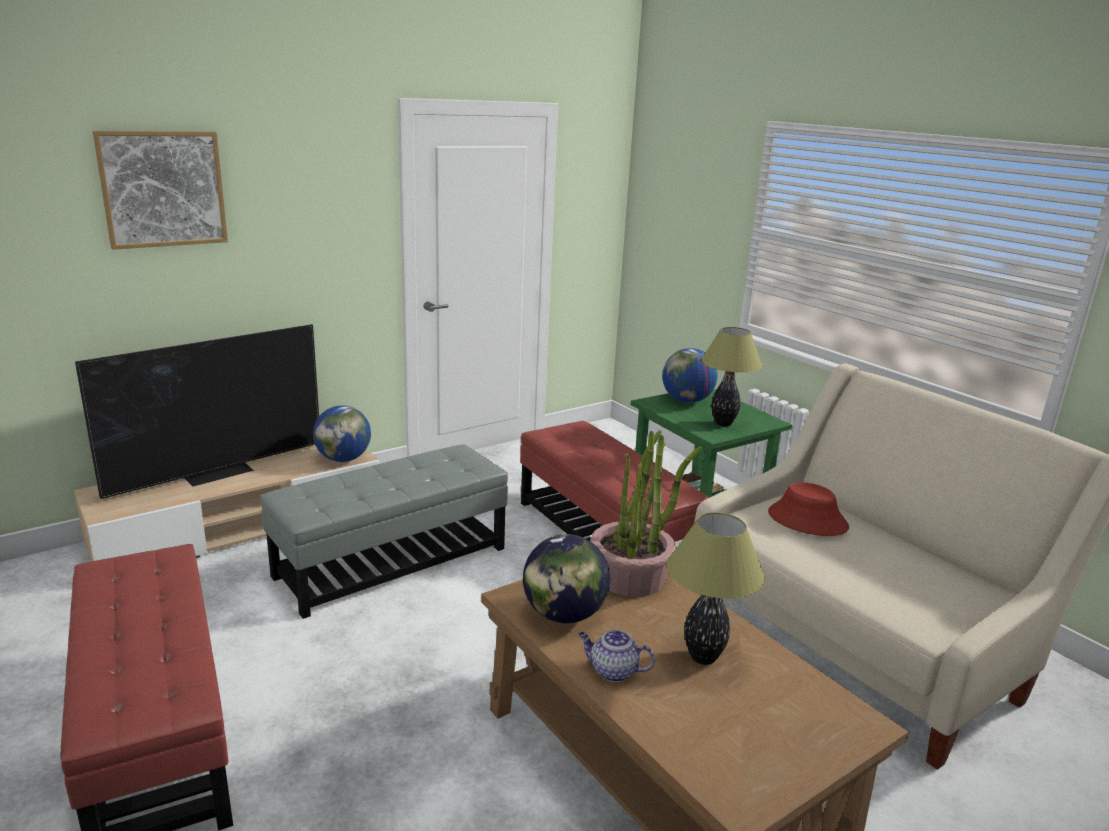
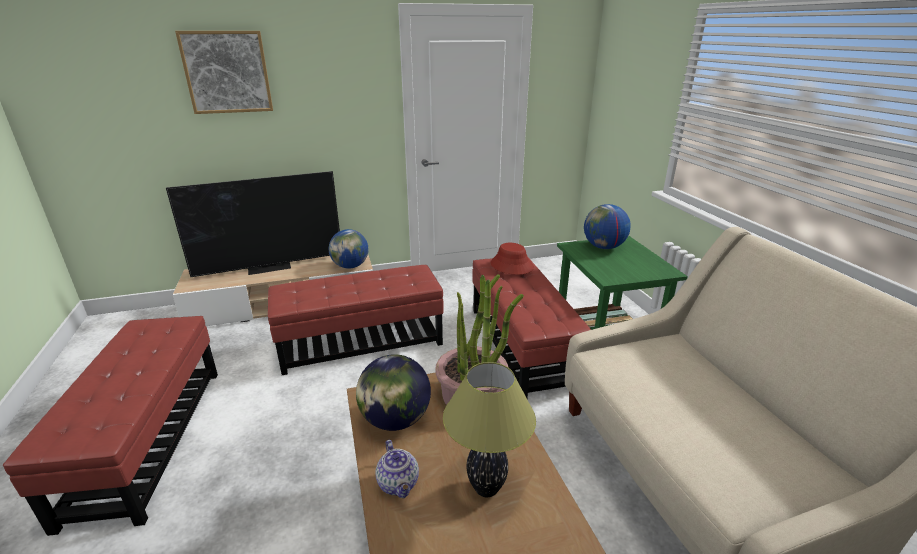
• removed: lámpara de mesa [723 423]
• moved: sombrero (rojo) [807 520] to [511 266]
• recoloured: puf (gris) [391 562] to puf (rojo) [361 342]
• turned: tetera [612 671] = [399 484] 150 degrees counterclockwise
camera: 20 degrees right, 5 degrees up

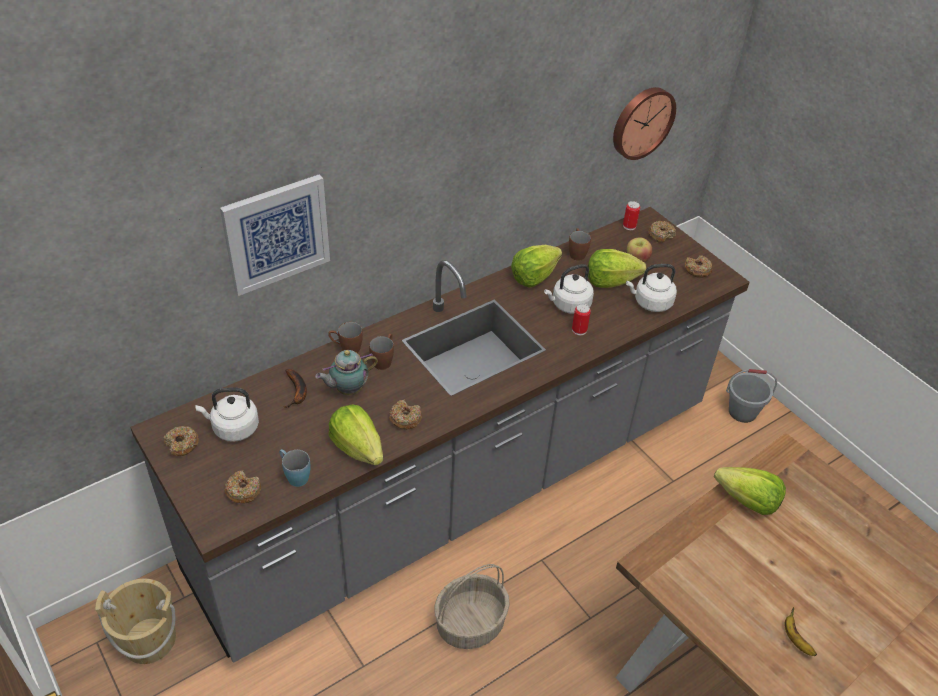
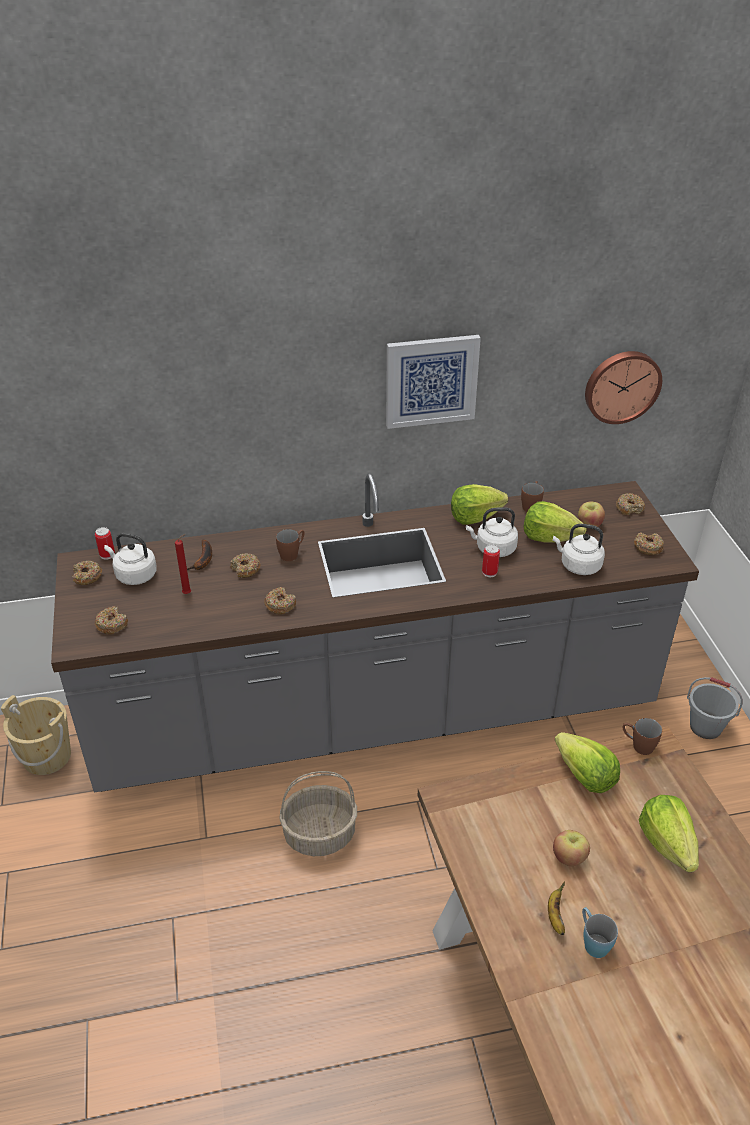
• added: vela (rojo) [188 593]
• added: manzana [569 857]
• moved: cuadro [276 233] to [431 380]
• moved: taza grande (azul) [294 475] to [592 941]
• moved: taza grande (marrón) [346 348] to [637 745]
• moved: lechuga [358 448] to [667 844]
• moved: lata [629 226] to [107 554]
• replaced: tetera [347 390] to rosquilla [245 569]
camera: 25 degrees right, 5 degrees down

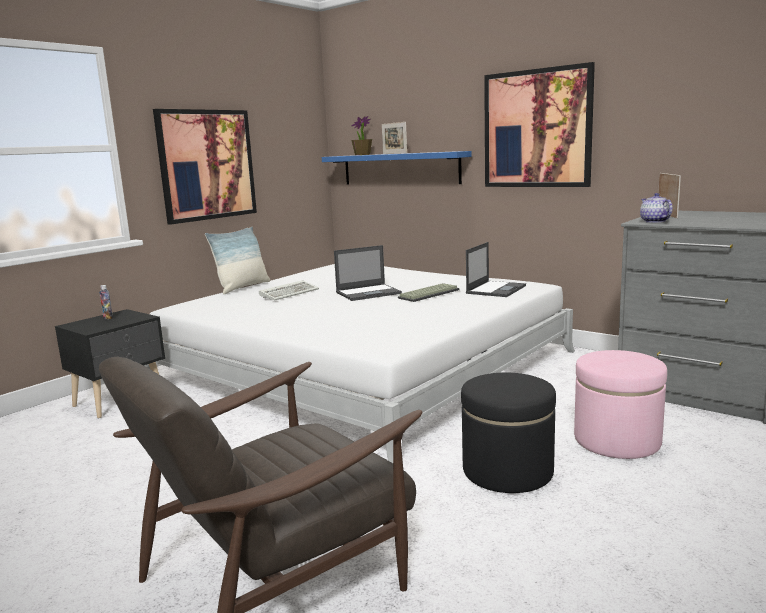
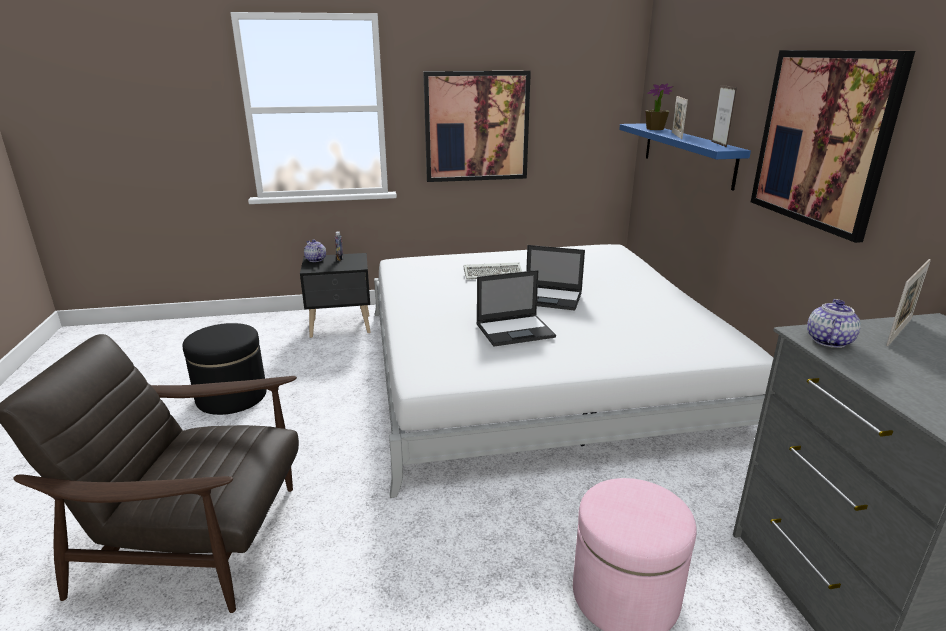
• removed: cojín [242 287]
• removed: teclado [428 293]
• added: tetera [315 259]
• added: portarretratos [718 144]
• moved: puf (negro) [507 471] to [231 397]
• moved: portátil [496 289] to [516 330]
camera: 40 degrees right, 10 degrees up

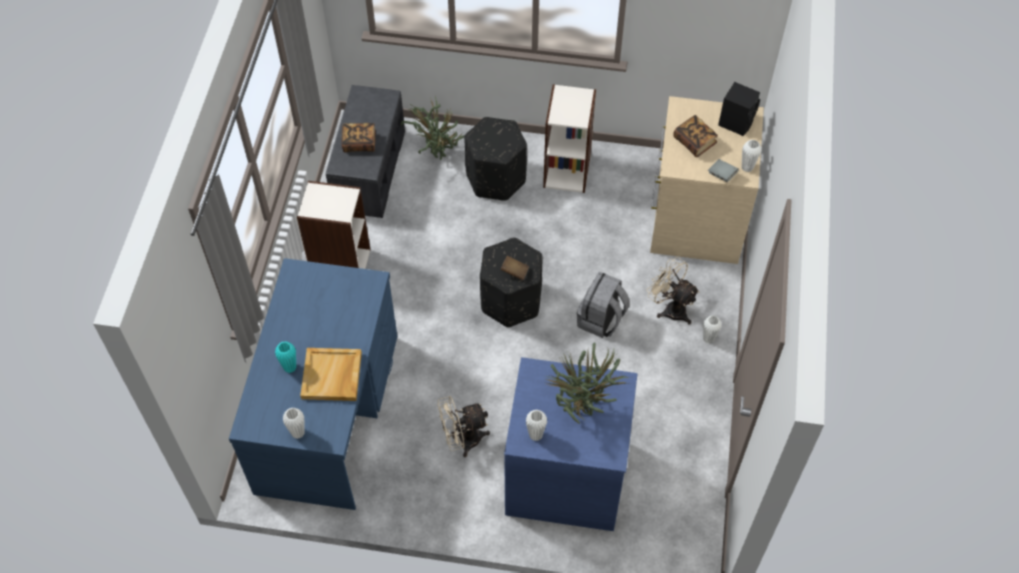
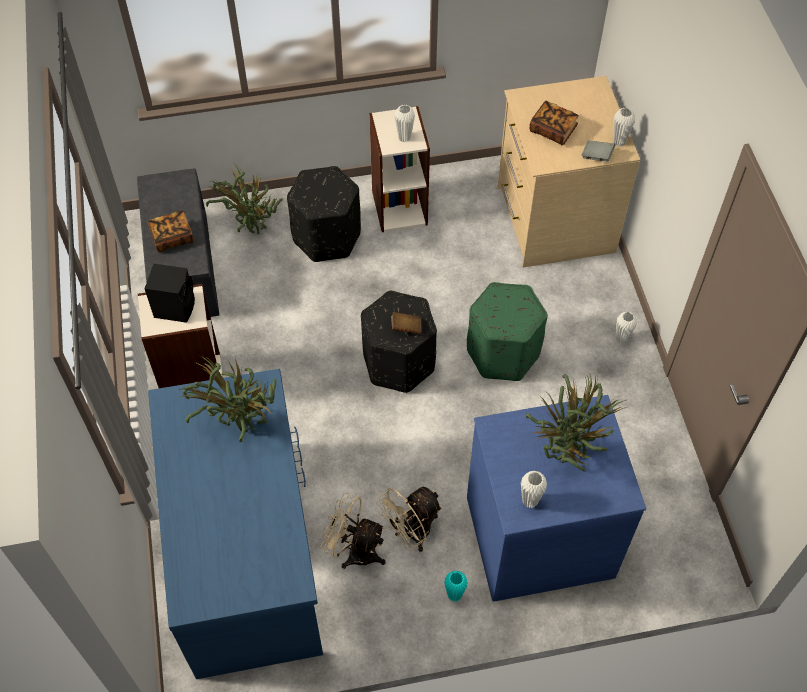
• removed: bandeja (beis) [332 376]
• added: planta en maceta [240 425]
• moved: florero (turquesa) [290 367] to [454 595]
• moved: florero (blanco) [298 433] to [404 138]
• moved: ventilador (beis) [670 308] to [355 551]
• moved: altavoz (negro) [736 122] to [175 306]
• replaced: mochila (gris) [601 320] to puf (verde) [503 353]
camera: 20 degrees left, 0 degrees up

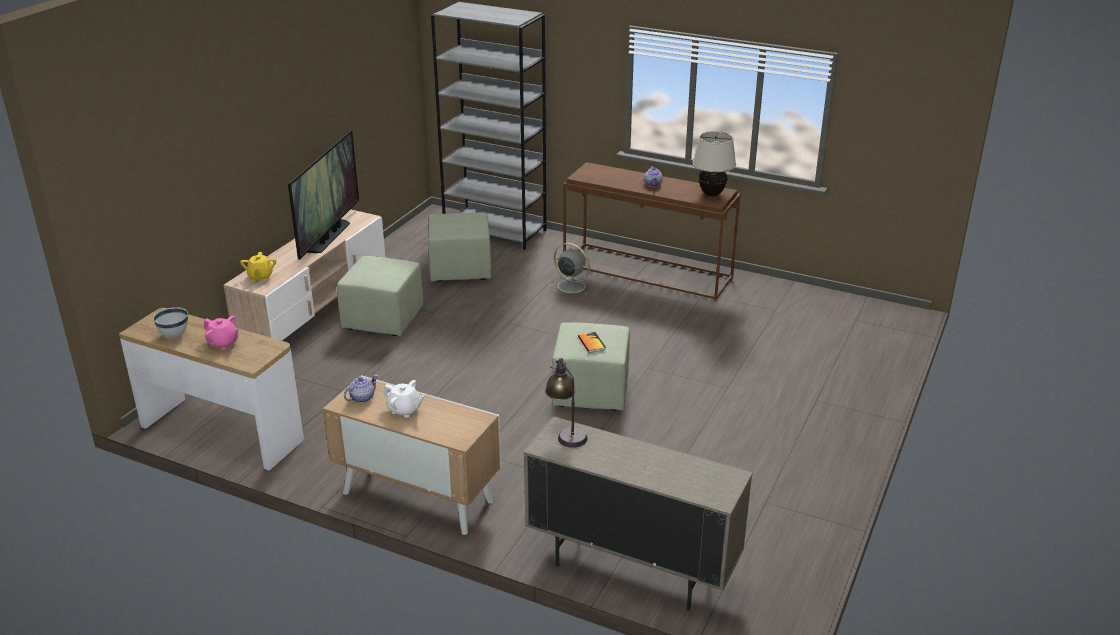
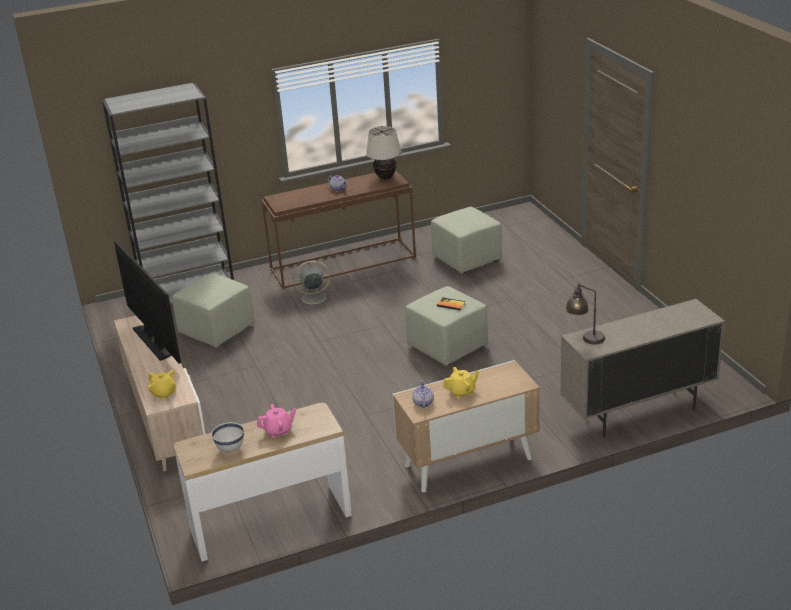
• moved: puf (verde) [383 319] to [466 259]
• recoloured: tetera (blanco) [404 410] to tetera (amarillo) [461 392]
camera: 45 degrees left, 0 degrees up

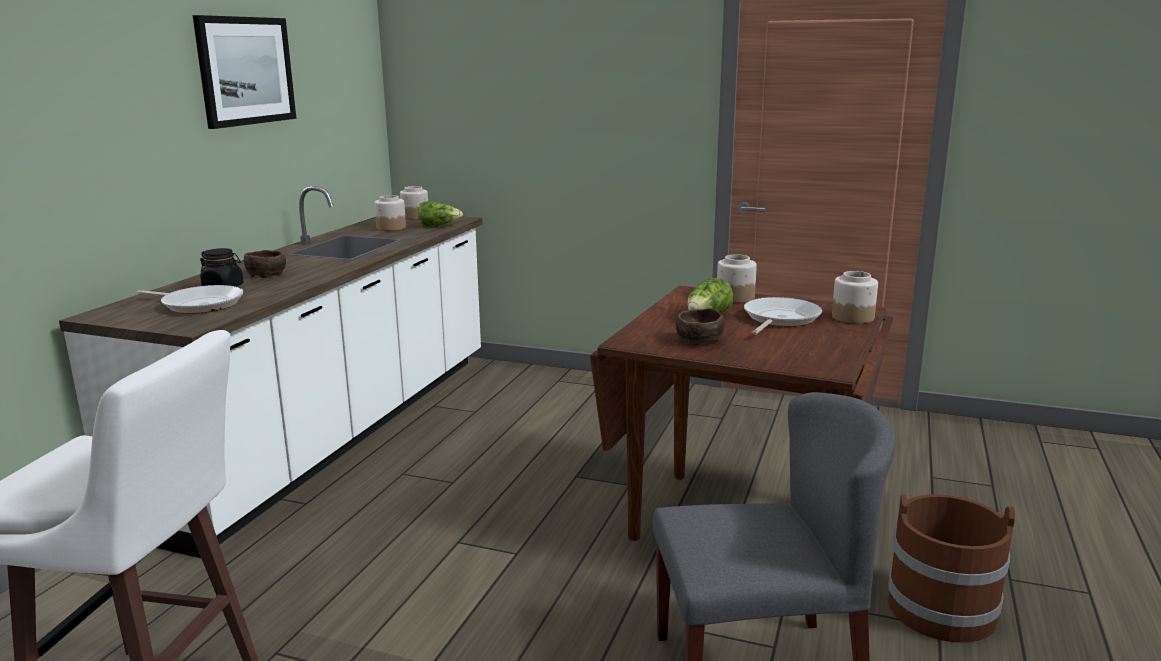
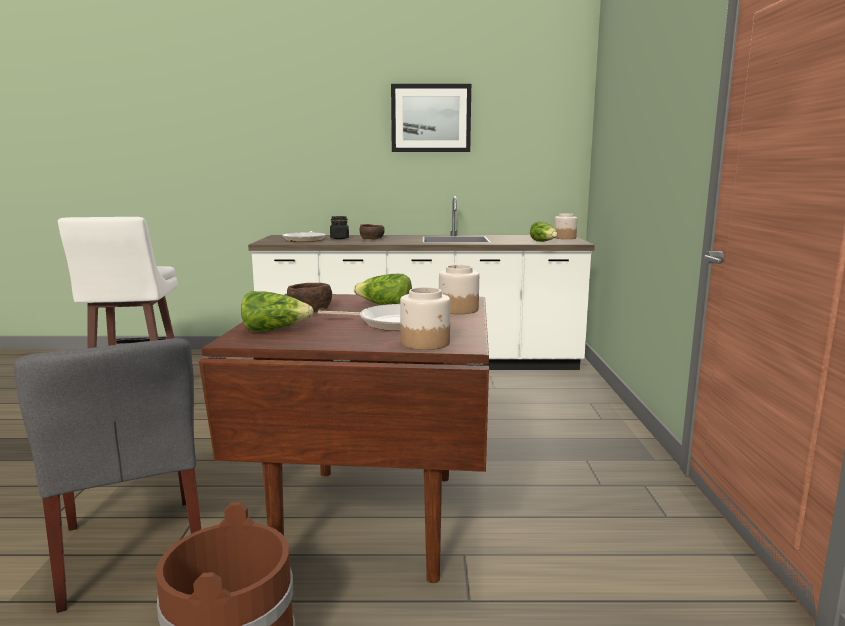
• removed: tarro [391 228]
• added: lechuga [274 330]
camera: 70 degrees right, 5 degrees down

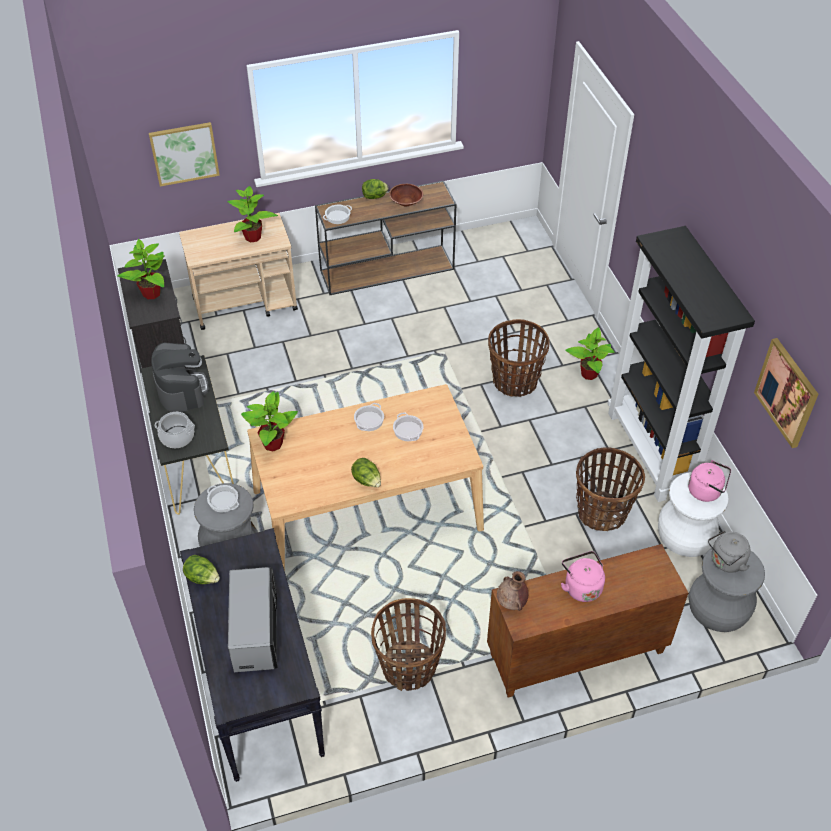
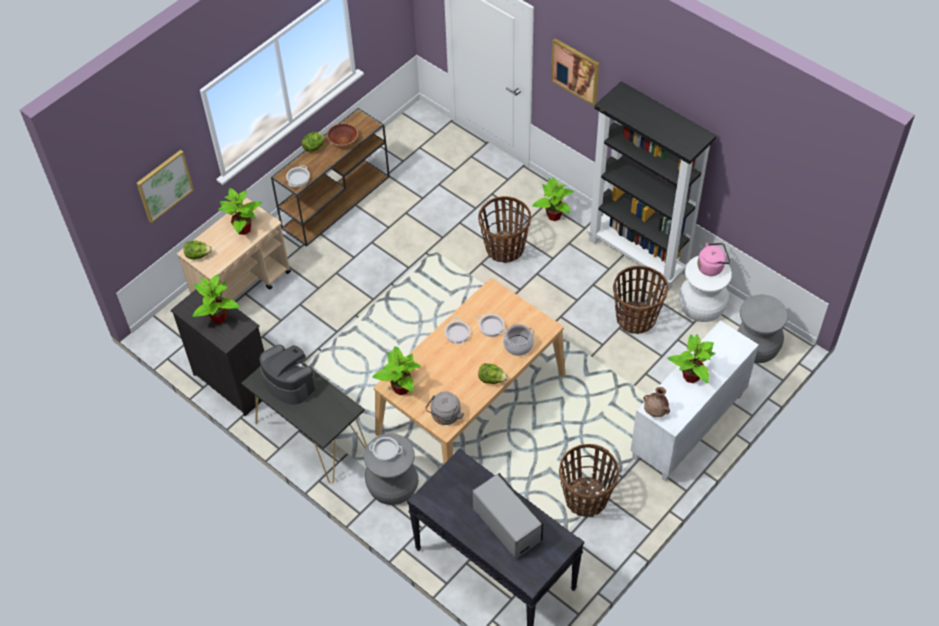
• moved: olla [177 437] to [518 345]
• moved: lechuga [202 578] to [198 255]
• moved: hervidor (gris) [725 562] to [445 416]
• moved: cuadro [787 392] to [575 71]
• replaced: hervidor (rosa) [581 586] to planta en maceta [691 376]
• recoloured: armario (marrón) [576 654] to armario (blanco) [688 427]
camera: 30 degrees left, 5 degrees up

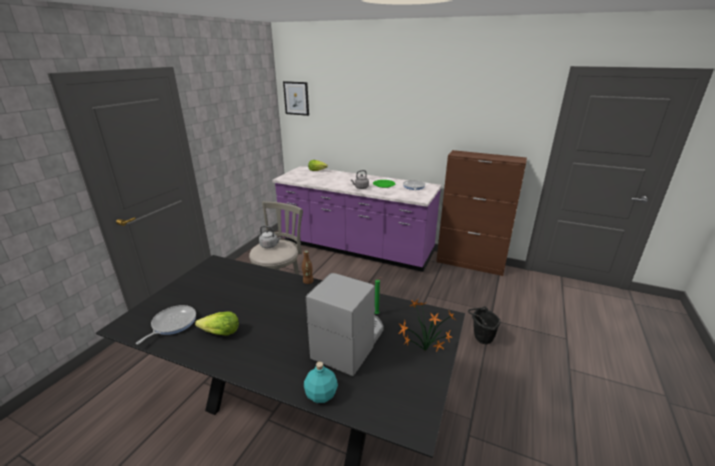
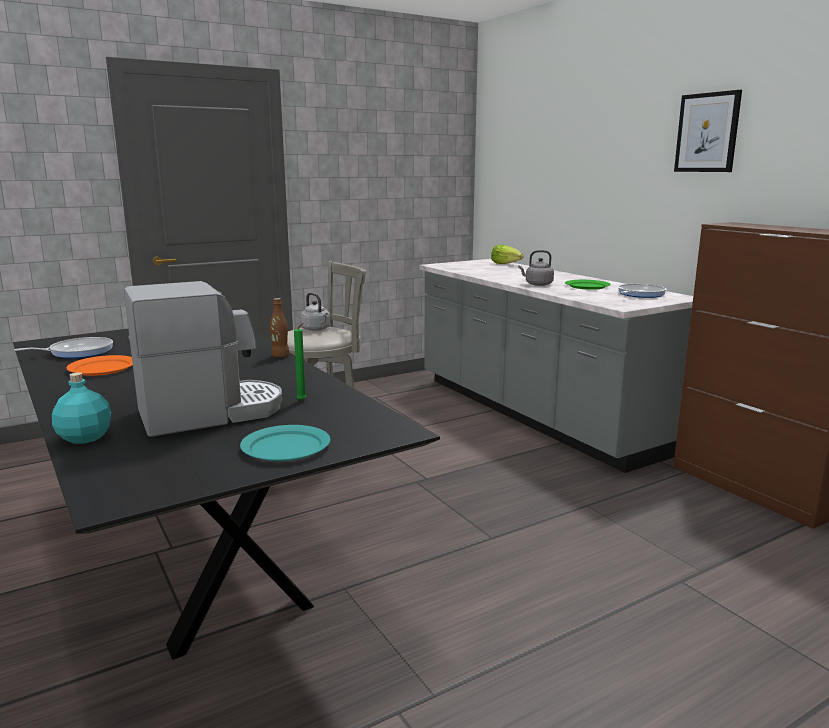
• removed: cubo (negro) [480 339]
• moved: cuadro [296 98] to [707 132]
• replaced: lechuga [220 333] to plato (naranja) [102 368]
• replaced: planta en maceta [423 351] to plato (turquesa) [285 447]
• recoloured: mueble bajo de cocina (morado) [355 248] to mueble bajo de cocina (gris) [535 413]
camera: 35 degrees right, 10 degrees down

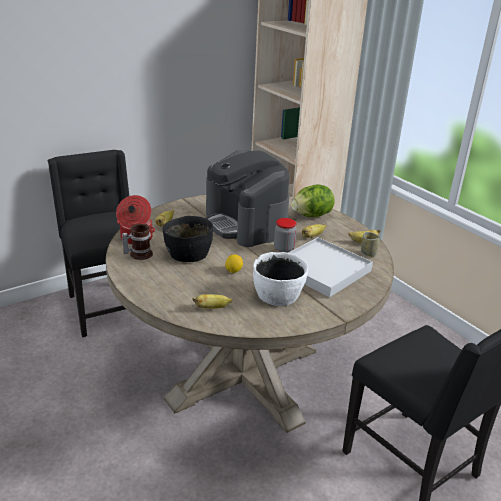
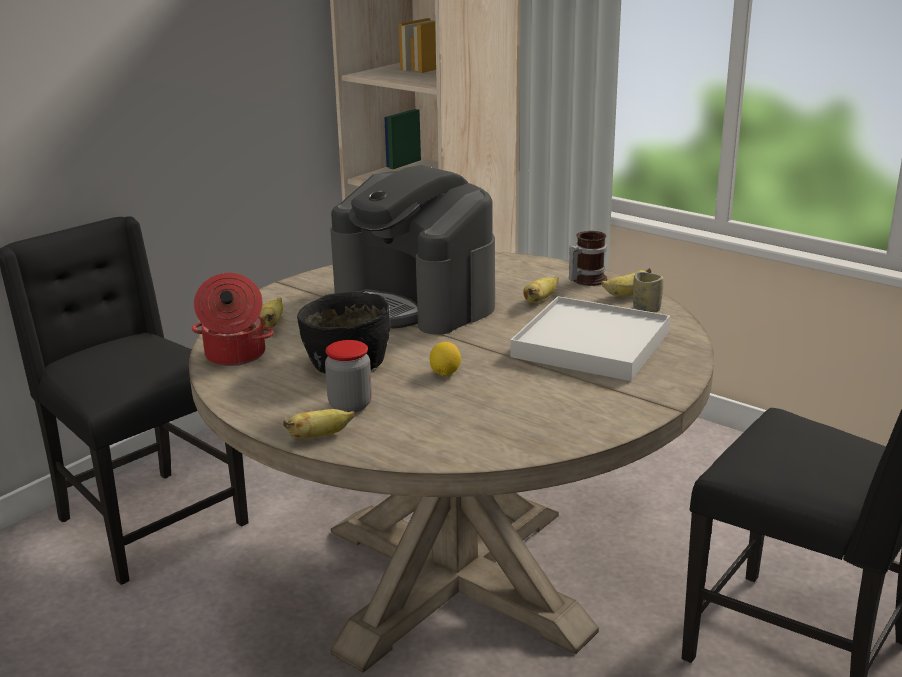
• removed: cuenco (blanco) [279 294]
• removed: lechuga [311 215]
• moved: taza grande [138 254] to [585 279]
• moved: plátano [212 308] to [319 436]
• moved: tarro [284 249] to [350 405]
camera: 15 degrees left, 5 degrees down

